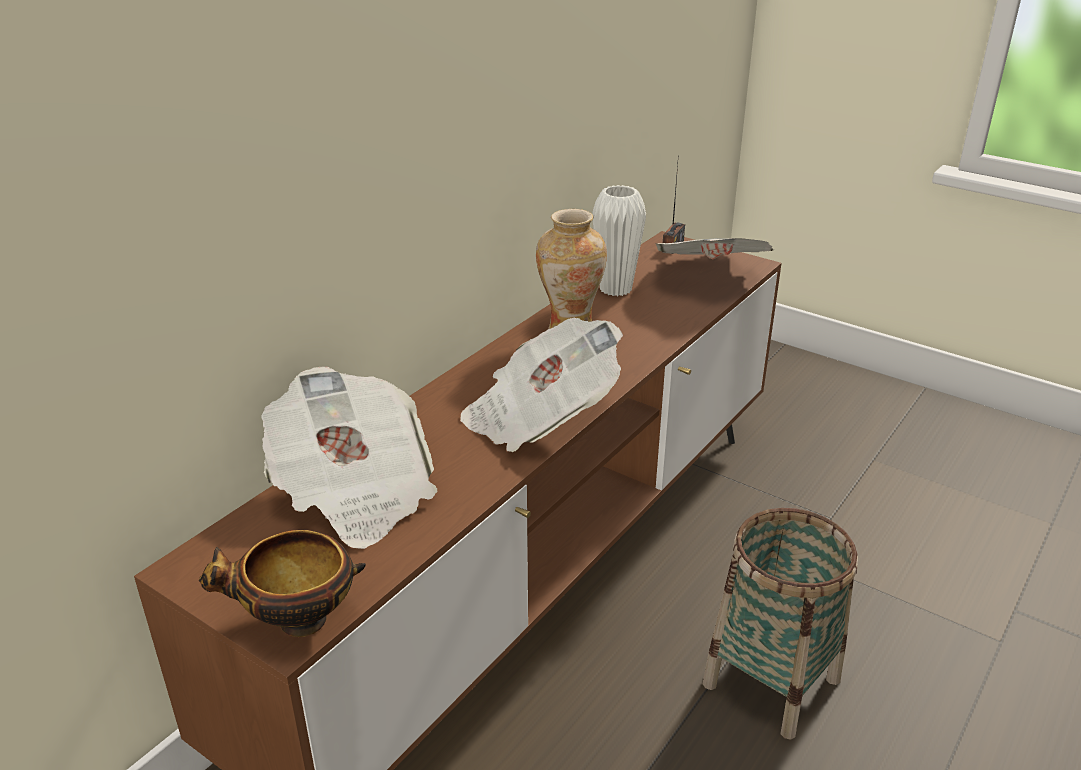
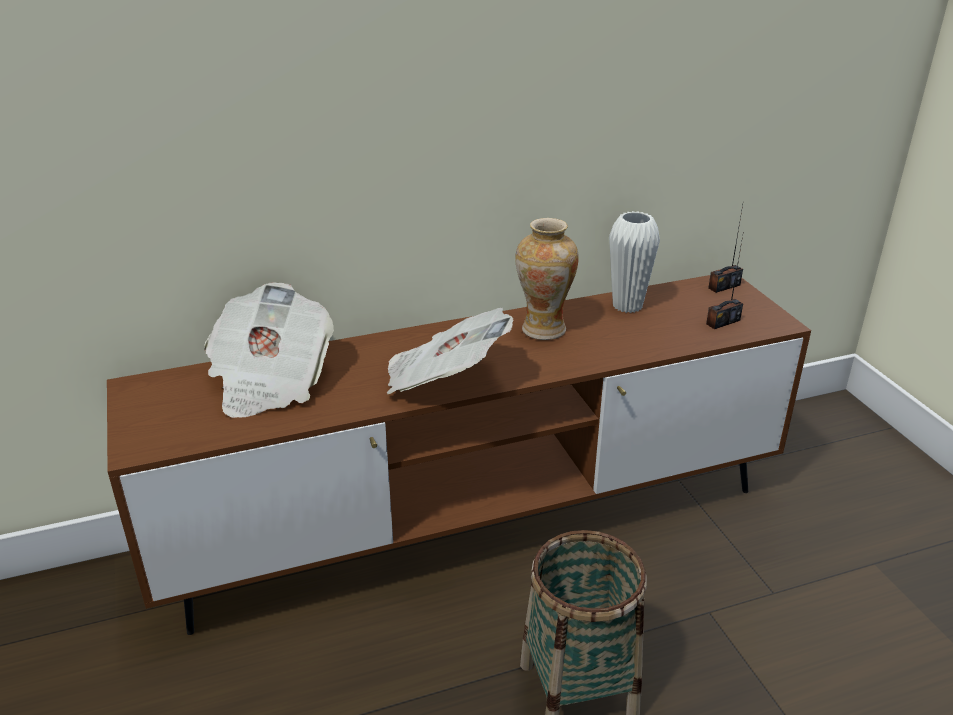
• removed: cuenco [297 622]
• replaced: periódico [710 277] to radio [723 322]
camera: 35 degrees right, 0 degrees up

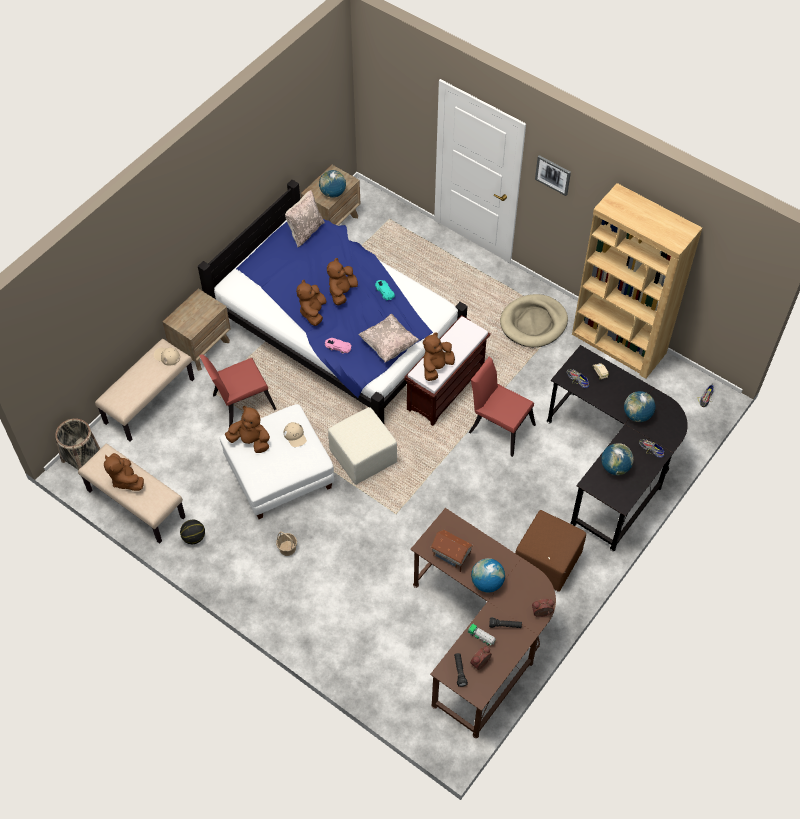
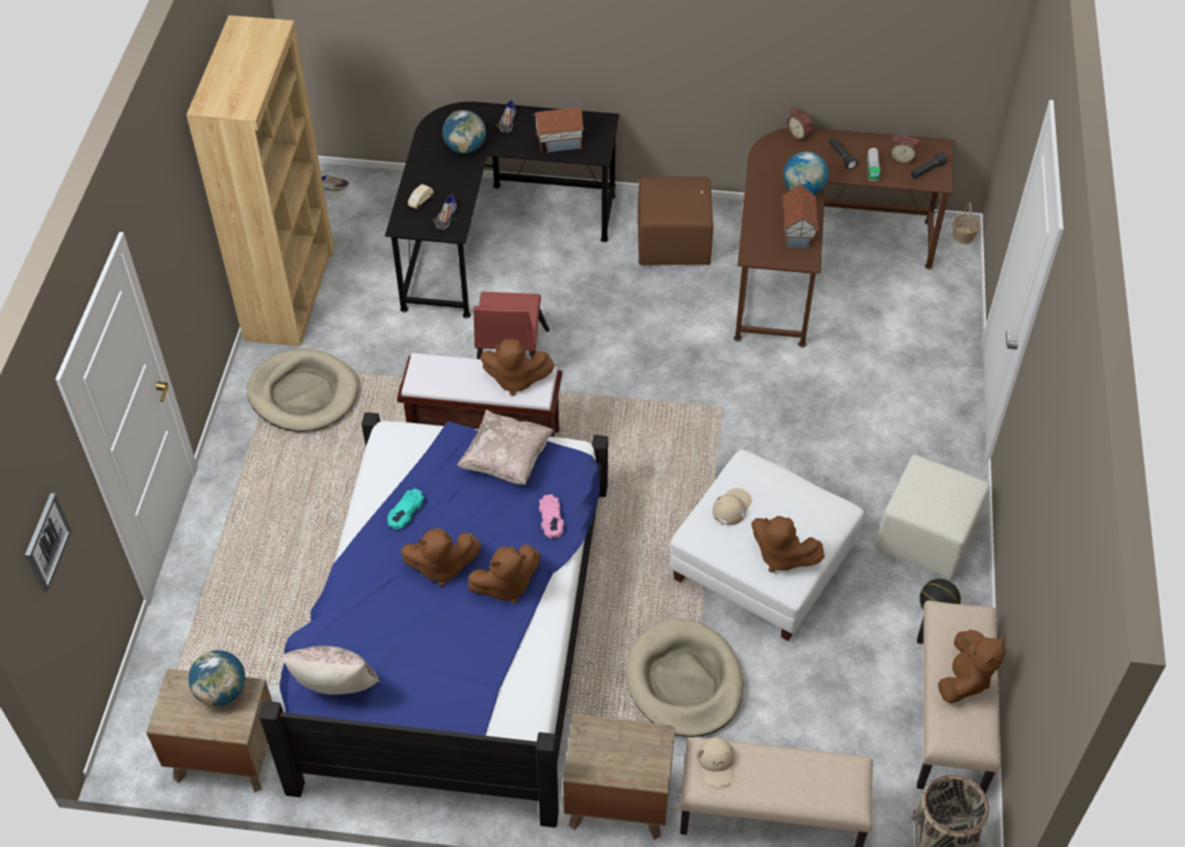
• moved: cesta [287 548] to [962 236]
• moved: puf (beis) [362 457] to [926 538]
• moved: cuadro [553 174] to [46 542]
• replaced: silla (rojo) [240 403] to cama para perro (beis) [684 681]
• replaced: globo terráqueo [615 467] to casita [558 142]
• turned: peluche (marrón) [250 441] = [781 556] 45 degrees counterclockwise
camera: 120 degrees left, 5 degrees down

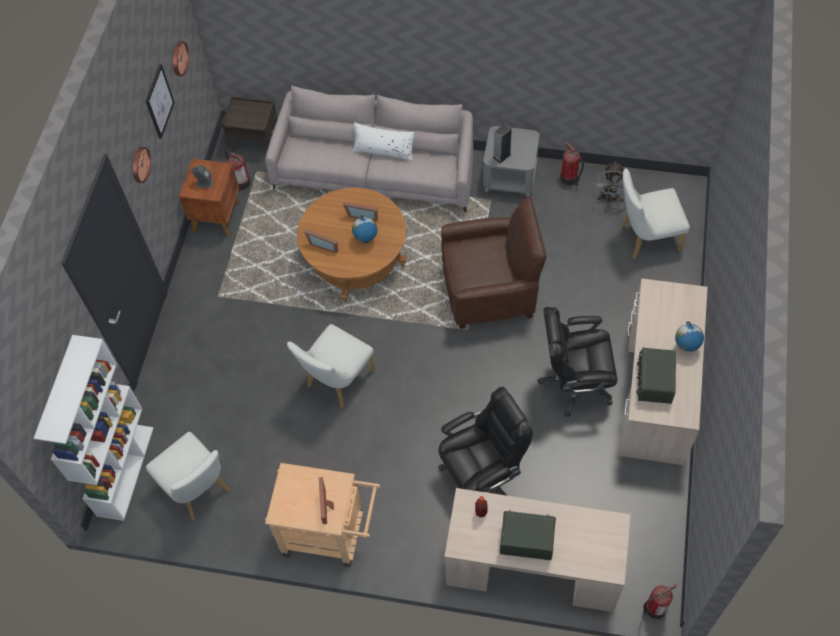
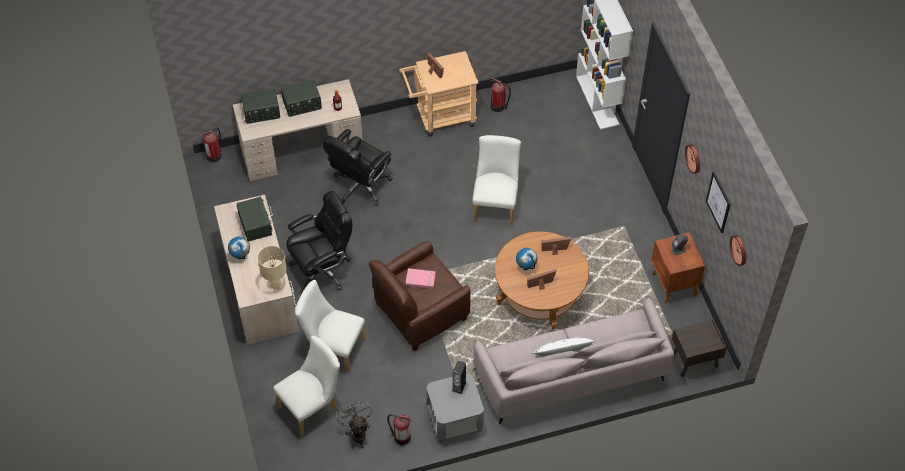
• added: radio [261 112]
• added: lámpara de mesa (beis) [275 285]
• added: libro (rosa) [420 280]
• moved: silla (blanco) [198 490] to [333 348]
• moved: extintor [241 182] to [498 106]
camera: 150 degrees right, 5 degrees down

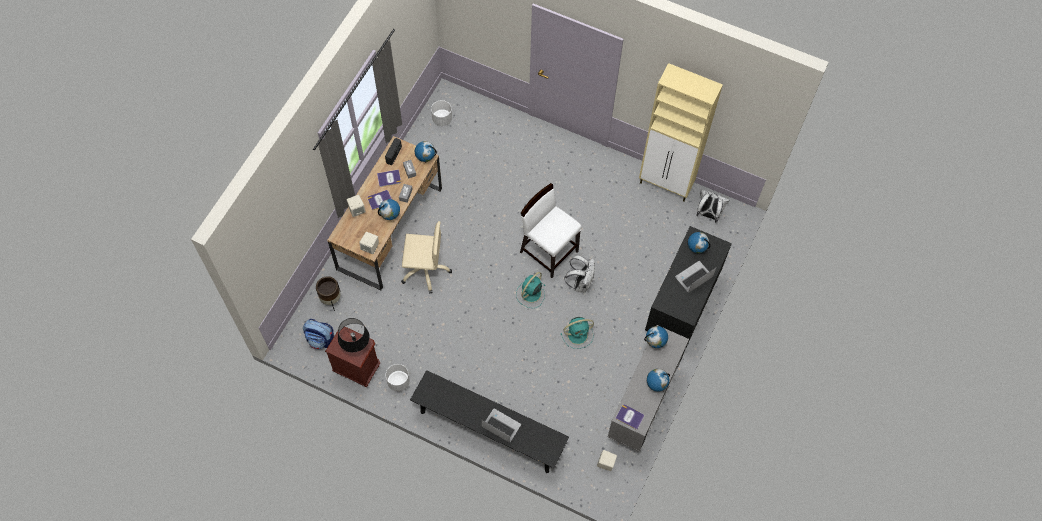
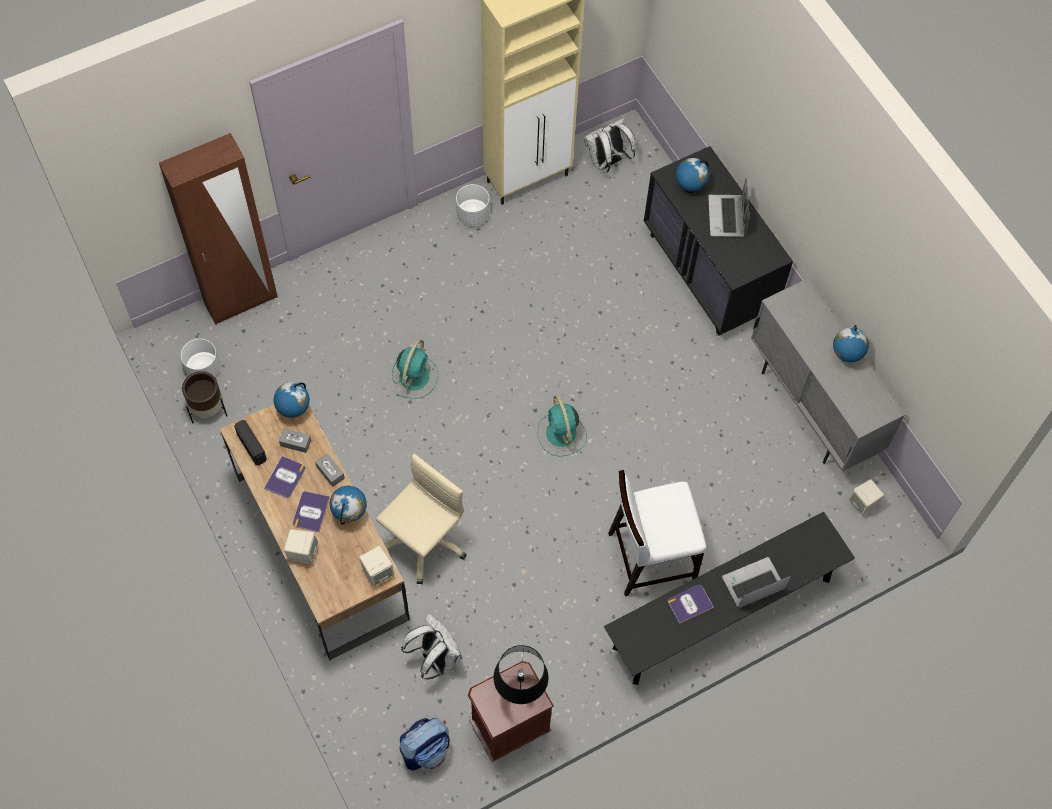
• removed: globo terráqueo [655 343]
• added: armario ropero (marrón) [241 301]
• moved: maceta (marrón) [331 299] to [208 410]
• moved: maceta (blanco) [398 382] to [472 215]
• moved: silla (blanco) [548 251] to [650 556]
• moved: ventilador (turquesa) [578 334] to [415 376]
• moved: mochila (blanco) [581 283] to [435 658]
• moved: libro [629 417] to [690 604]
camera: 55 degrees left, 0 degrees up

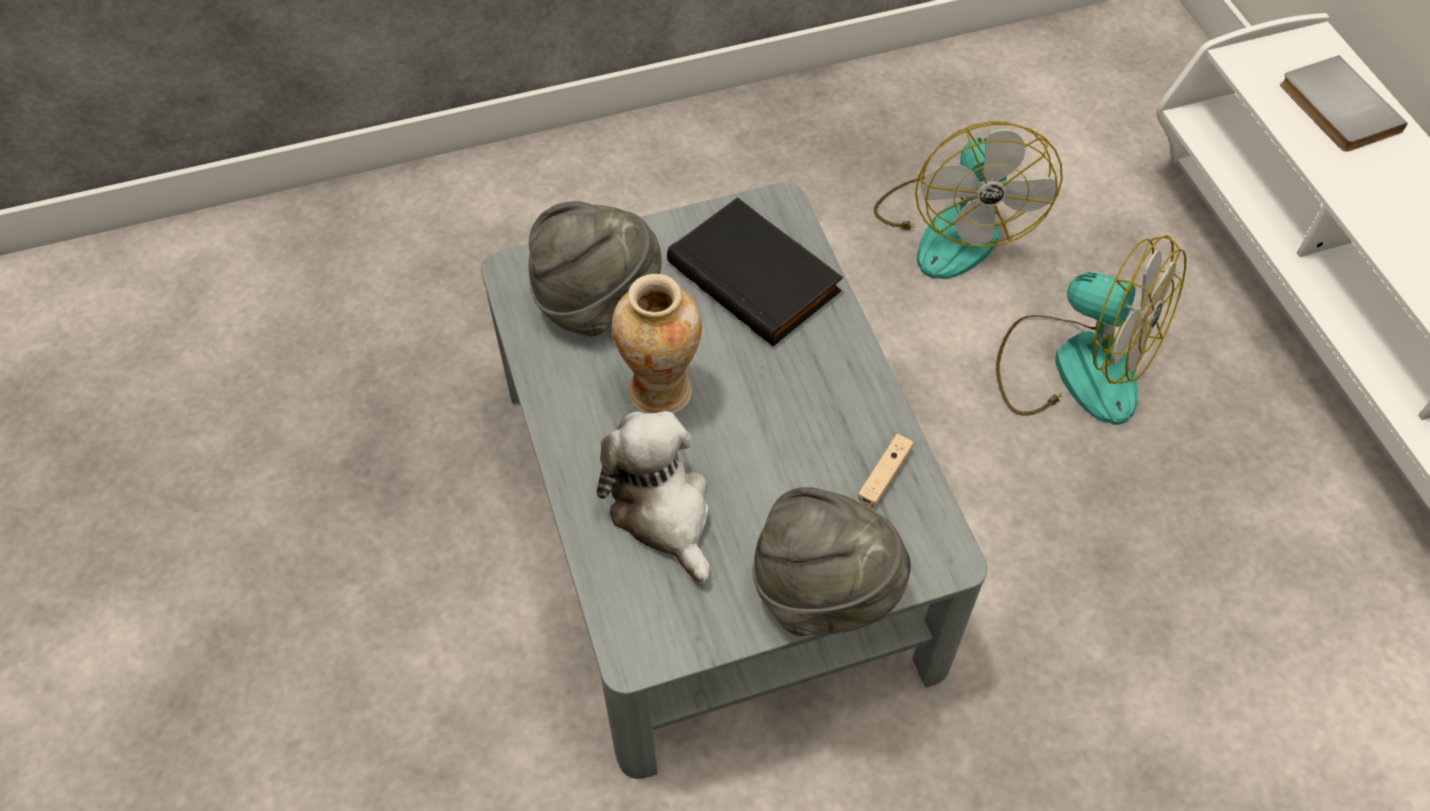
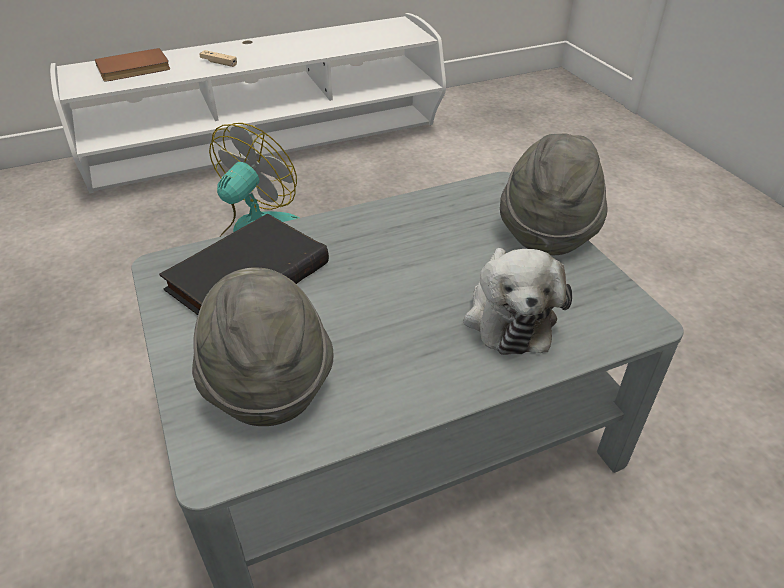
• removed: florero [660 392]
• removed: ventilador [953 226]
• moved: mando de consola (beis) [884 476] to [219 63]
• recoloured: libro (gris) [1336 108] to libro (marrón) [134 69]
• turned: peluche [662 511] = [509 316] 60 degrees counterclockwise
camera: 95 degrees left, 15 degrees down

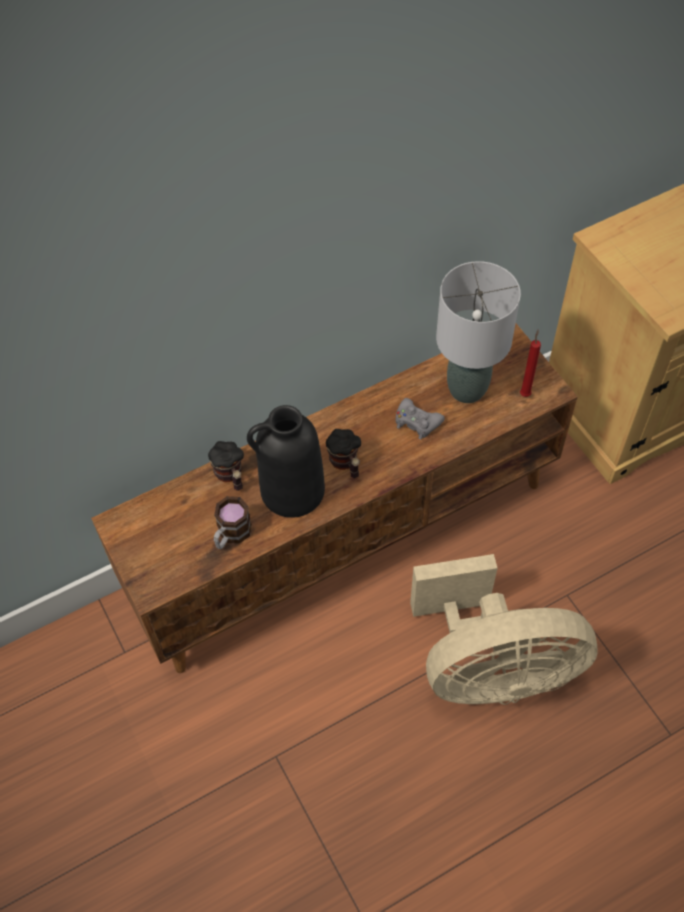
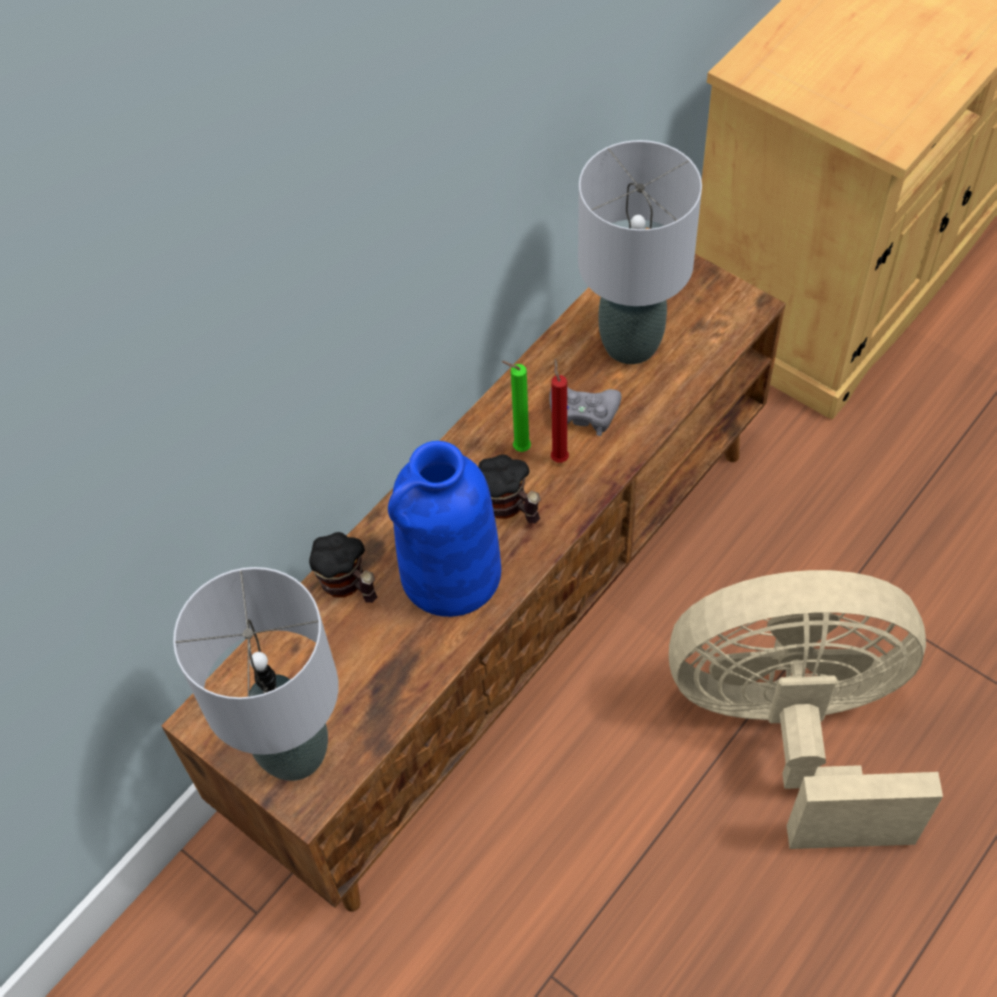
• removed: taza grande [231 535]
• added: lámpara de mesa (gris) [293 751]
• added: vela (verde) [518 448]
• moved: vela (rojo) [525 393] to [559 456]
• recoloured: florero (negro) [291 491] to florero (azul) [450 575]
• turned: ventilador (beis) [491 669] = [793 731] 150 degrees counterclockwise
camera: 20 degrees left, 0 degrees up

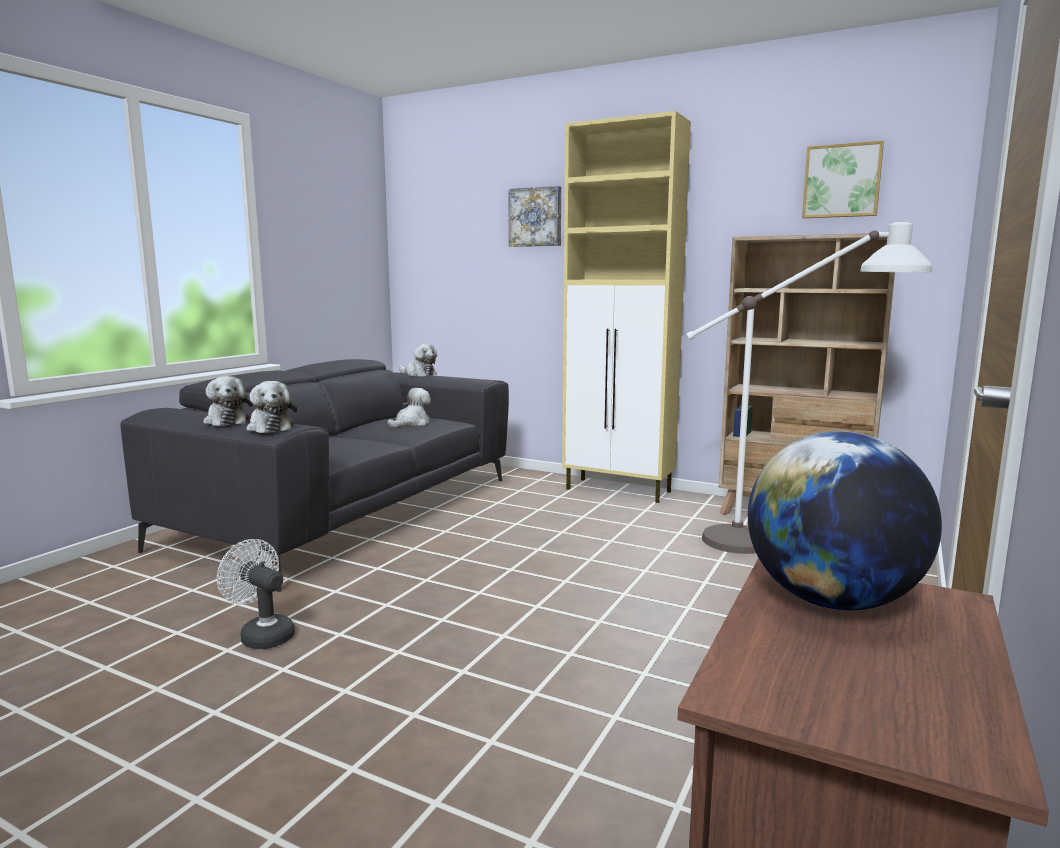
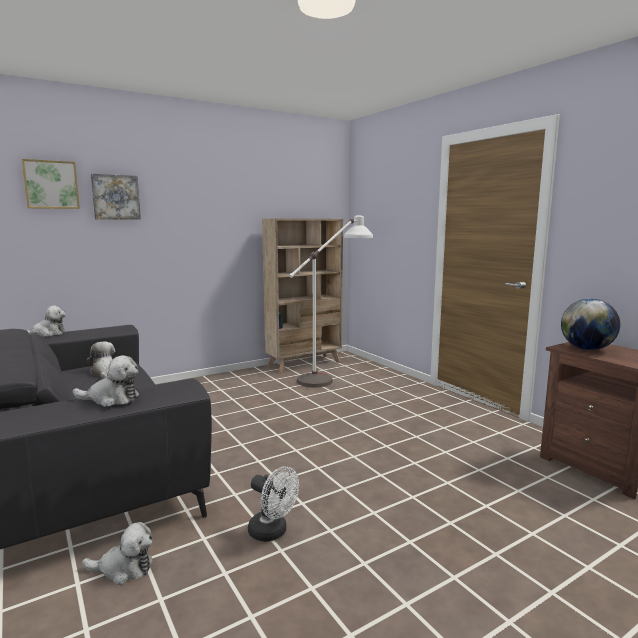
• removed: armario (beis) [619 490]
• moved: peluche [270 427] to [124 569]
• moved: cuadro [842 181] to [51 185]
• turned: ventilador (blanco) [262 635] = [272 532] 120 degrees counterclockwise
camera: 60 degrees left, 0 degrees up

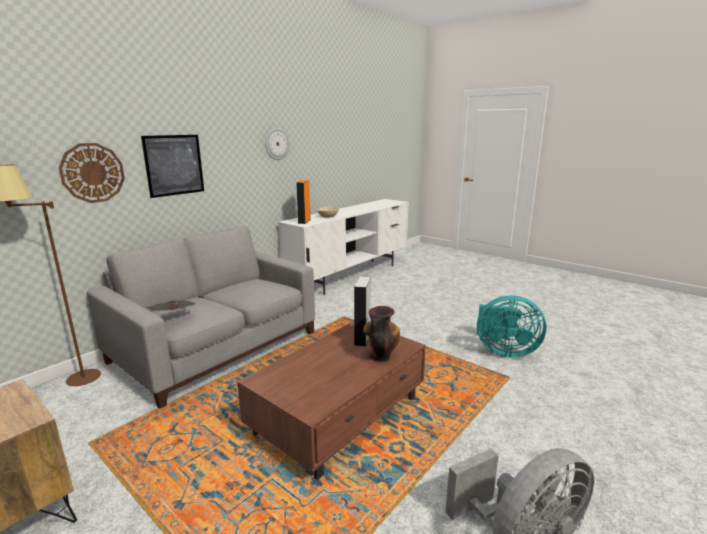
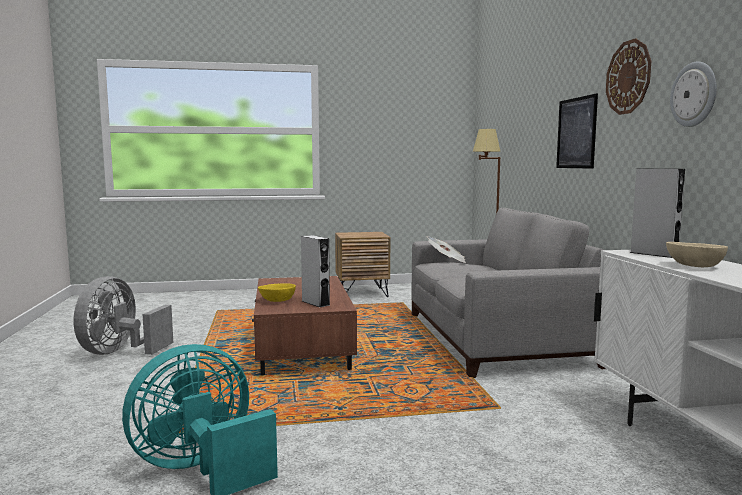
• moved: reloj de pared [92 173] to [628 77]
• replaced: florero [380 355] to cuenco (amarillo) [278 301]
• recoloured: altavoz (naranja) [304 221] to altavoz (gris) [654 254]
camera: 130 degrees right, 10 degrees down

